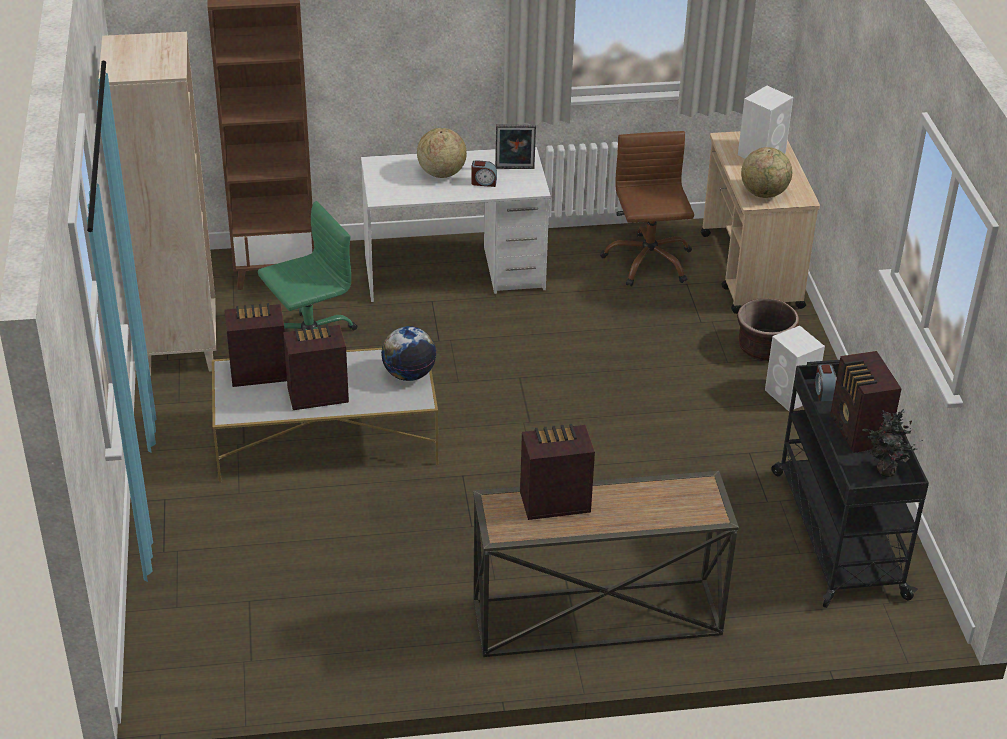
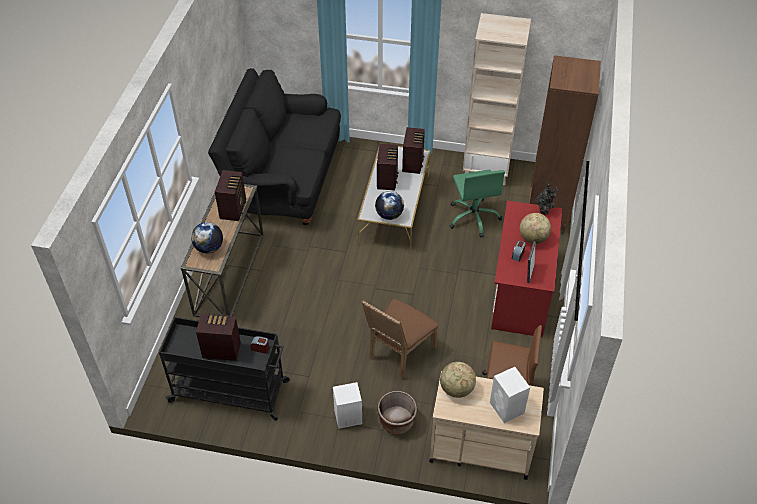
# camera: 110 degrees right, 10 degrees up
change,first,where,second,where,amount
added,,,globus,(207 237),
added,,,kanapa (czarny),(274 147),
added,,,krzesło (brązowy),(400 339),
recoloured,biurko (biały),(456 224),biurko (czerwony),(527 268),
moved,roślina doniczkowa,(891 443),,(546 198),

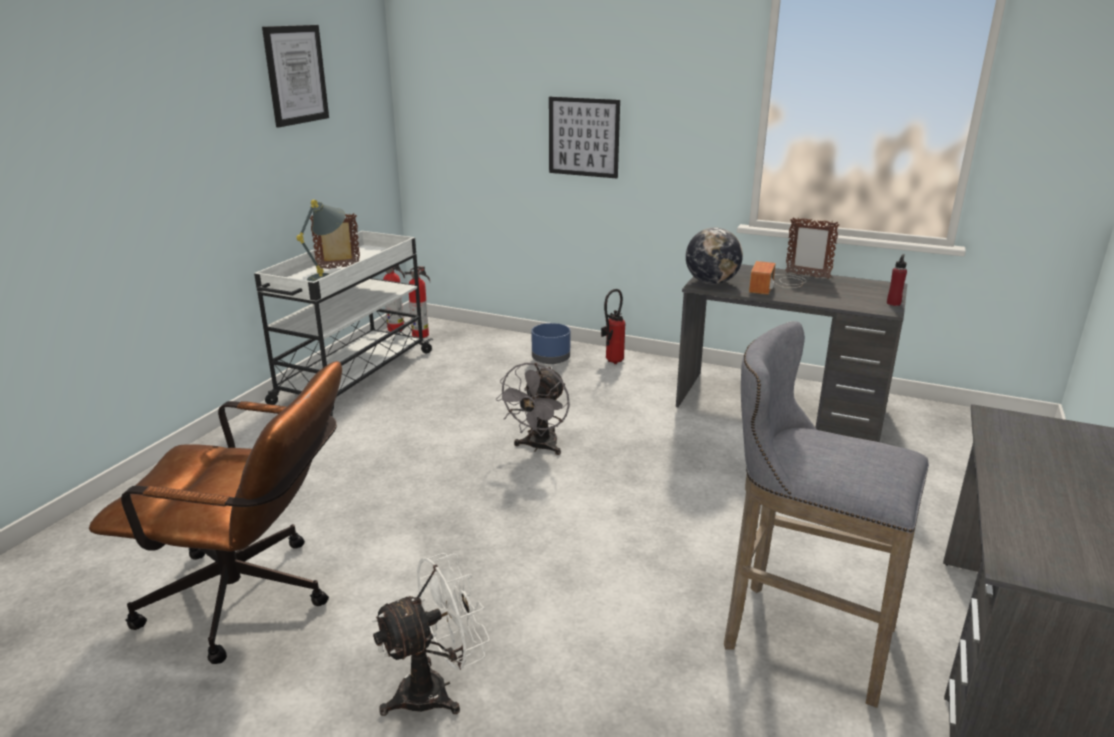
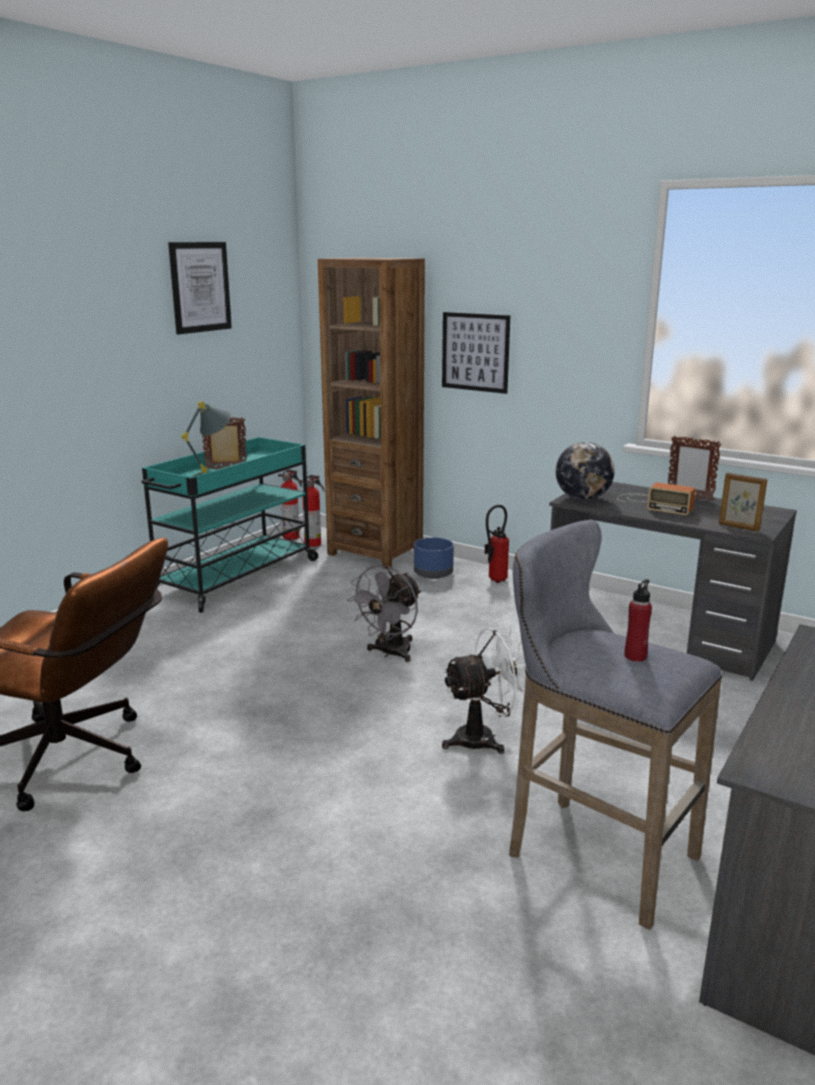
# camera: 10 degrees right, 5 degrees down
change,first,where,second,where,amount
recoloured,wózek (biały),(343 324),wózek (turkusowy),(231 525),
added,,,regał (brązowy),(371 413),
moved,wentylator (biały),(431 634),,(484 690),
turned,radio,(777 278),,(656 498),90 degrees counterclockwise
moved,butelka (czerwony),(897 280),,(638 620),
added,,,ramka na zdjęcie,(743 502),

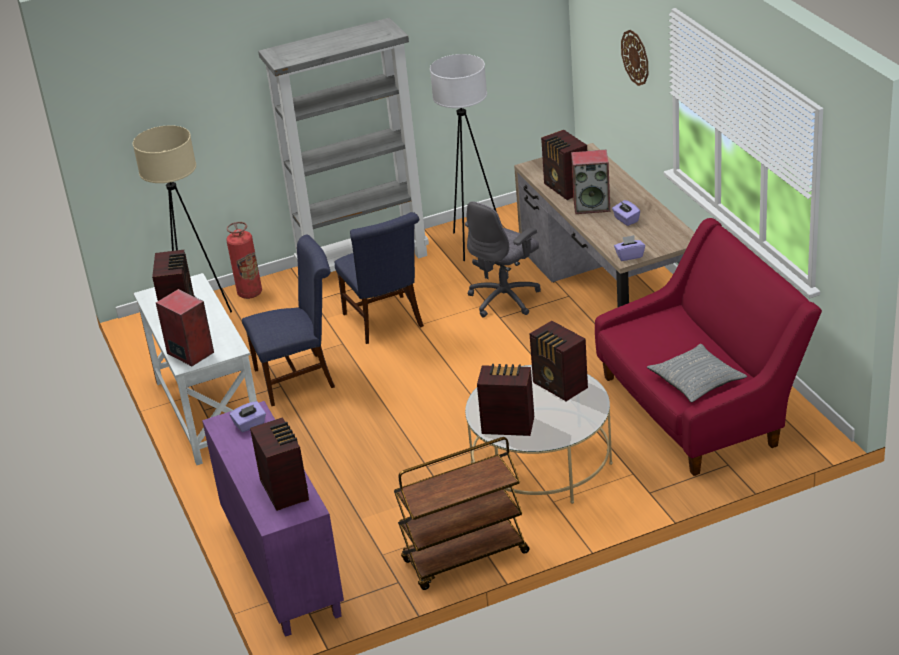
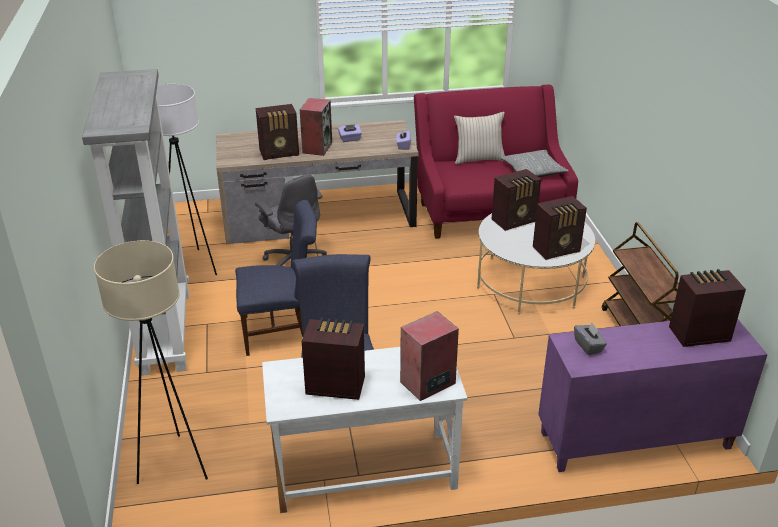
# camera: 80 degrees left, 0 degrees up
change,first,where,second,where,amount
added,,,poduszka (beżowy),(479 138),
turned,radio,(505 400),,(560 228),135 degrees counterclockwise
recoloured,pudełko chusteczek (fioletowy),(248 416),pudełko chusteczek (szary),(590 339),
removed,gaśnica,(244 260),,,
removed,zegar ścienny,(634 58),,,

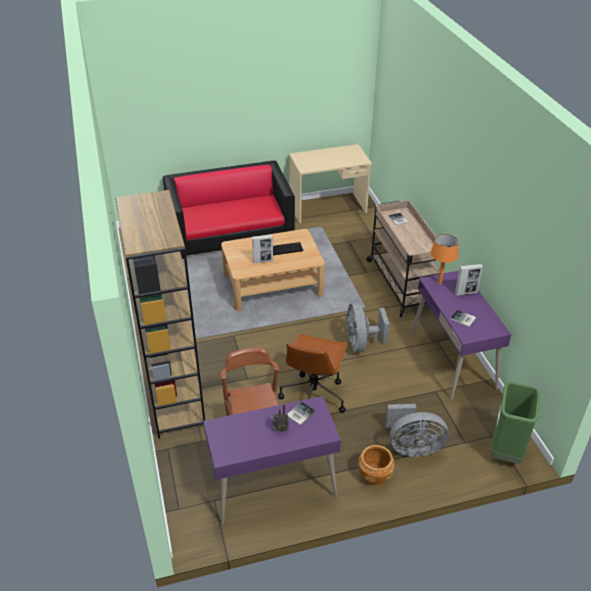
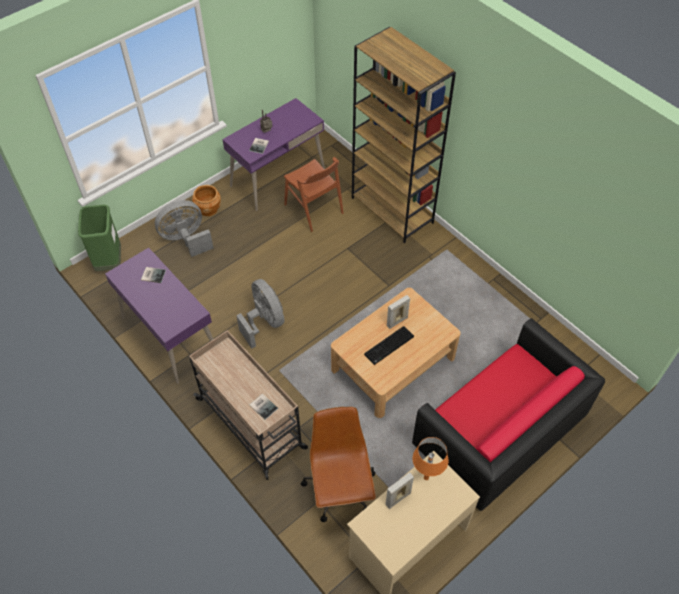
# camera: 155 degrees right, 15 degrees up
change,first,where,second,where,amount
moved,krzesło biurowe (brązowy),(313 373),,(338 464),
moved,ramka na zdjęcie,(469 280),,(400 490),
moved,lampa stołowa (pomarańczowy),(444 259),,(430 458),

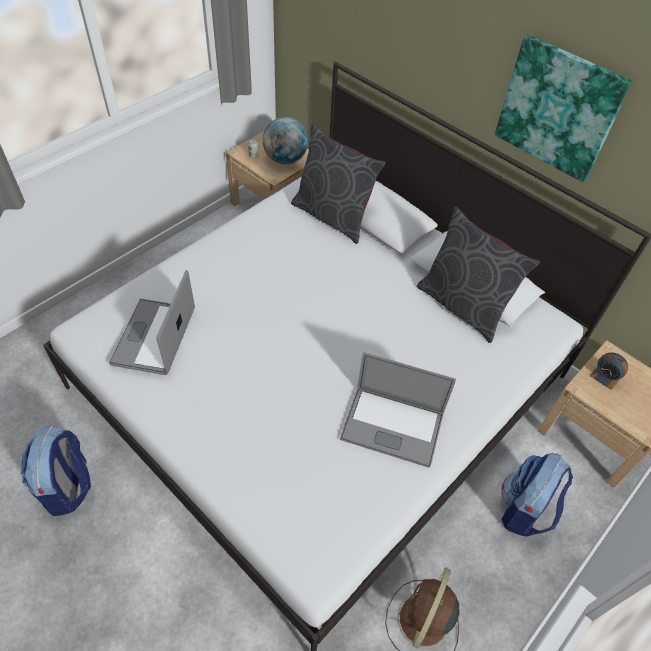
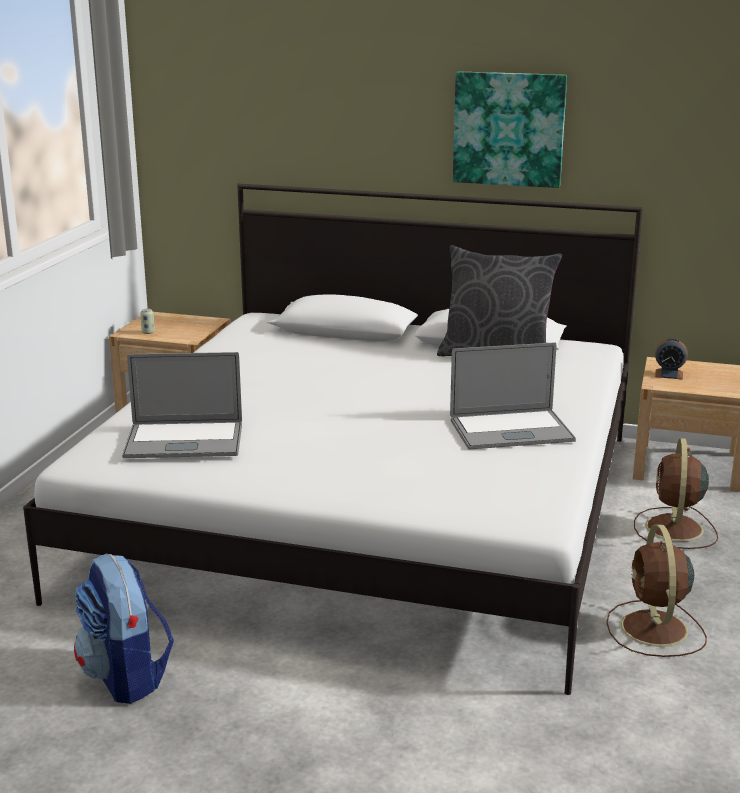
# camera: 25 degrees left, 30 degrees down
change,first,where,second,where,amount
turned,laptop,(152 322),,(182 405),75 degrees counterclockwise
replaced,plecak,(537 495),wentylator (brązowy),(676 493),
removed,globus,(285 141),,,
removed,poduszka (szary),(338 184),,,

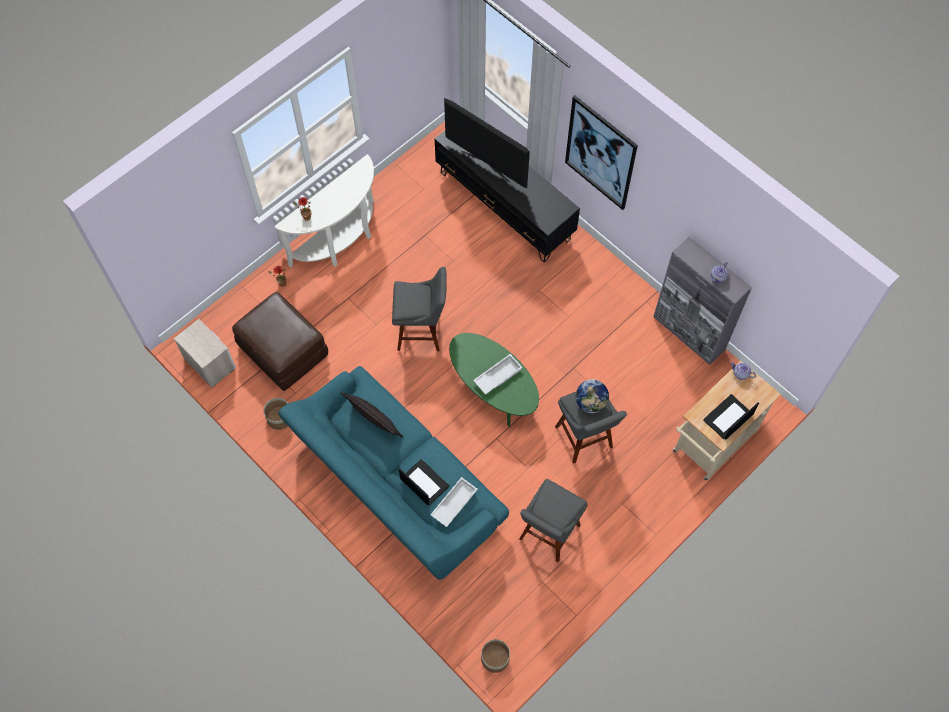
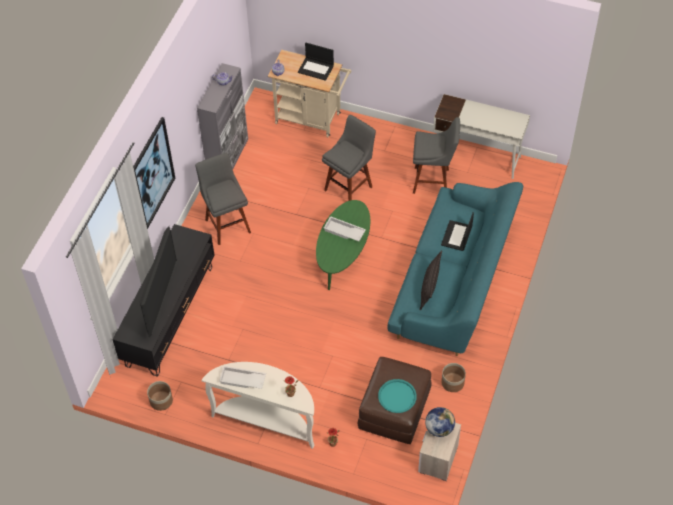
# camera: 115 degrees left, 10 degrees down
change,first,where,second,where,amount
moved,donica,(495 656),,(160 396),
moved,stołek (szary),(419 309),,(223 199),
moved,taca (biały),(453 502),,(242 377),
added,,,taca (turkusowy),(397 396),
moved,globus,(592 396),,(440 422),
added,,,biurko (biały),(481 136),

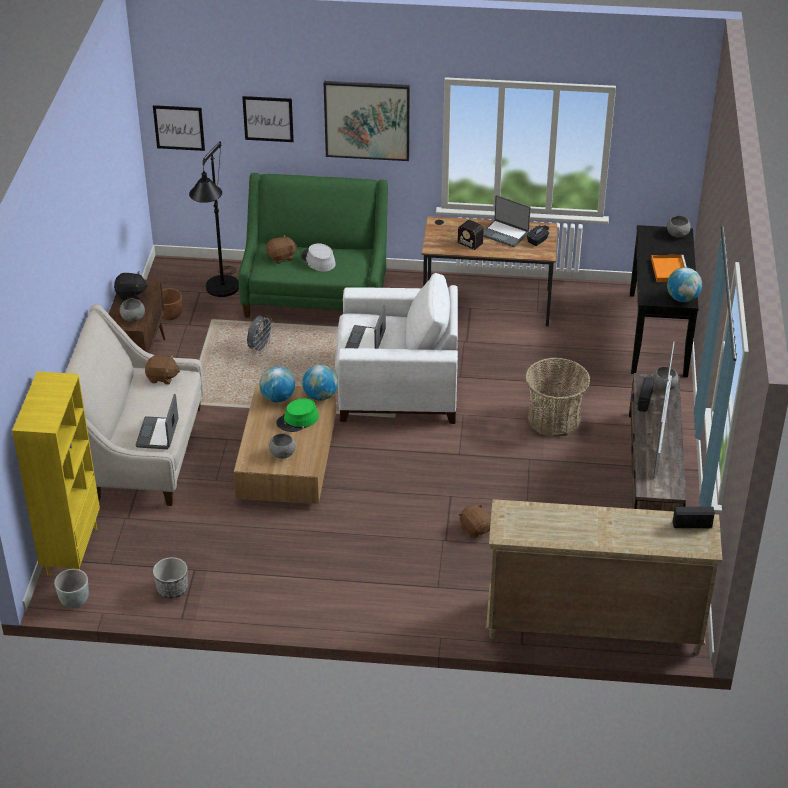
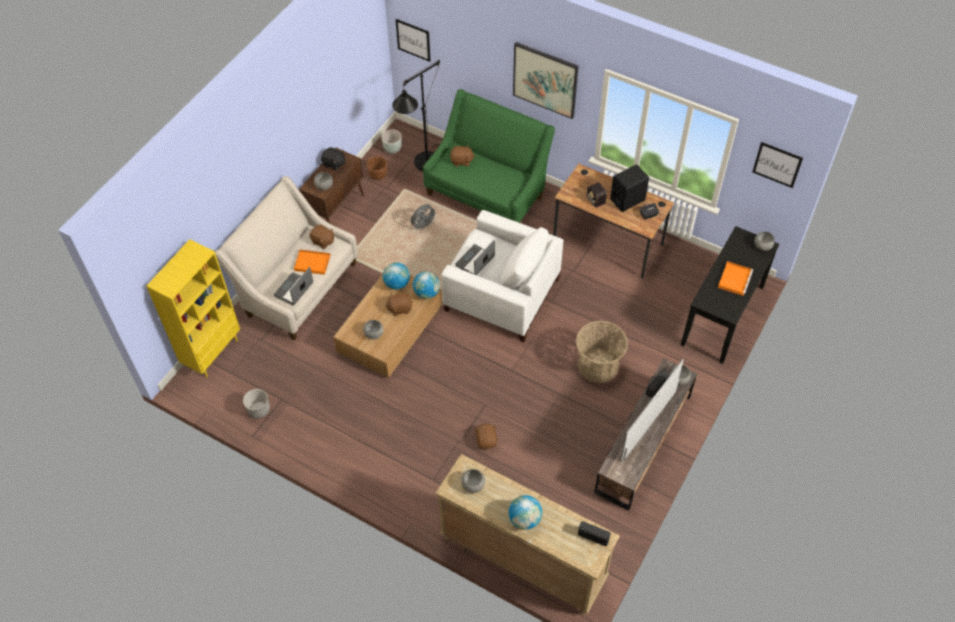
# camera: 25 degrees right, 15 degrees up
change,first,where,second,where,amount
added,,,taca (pomarańczowy),(312 261),
moved,donica (szary),(71 588),,(391 141),
replaced,kapelusz (zielony),(297 415),pluszak (brązowy),(398 304),
added,,,miska (szary),(473 481),
moved,globus,(684 284),,(525 512),
replaced,laptop,(507 221),głośnik (czarny),(629 188),
moved,obraz,(268 119),,(777 165),
removed,kapelusz (szary),(319 257),,,

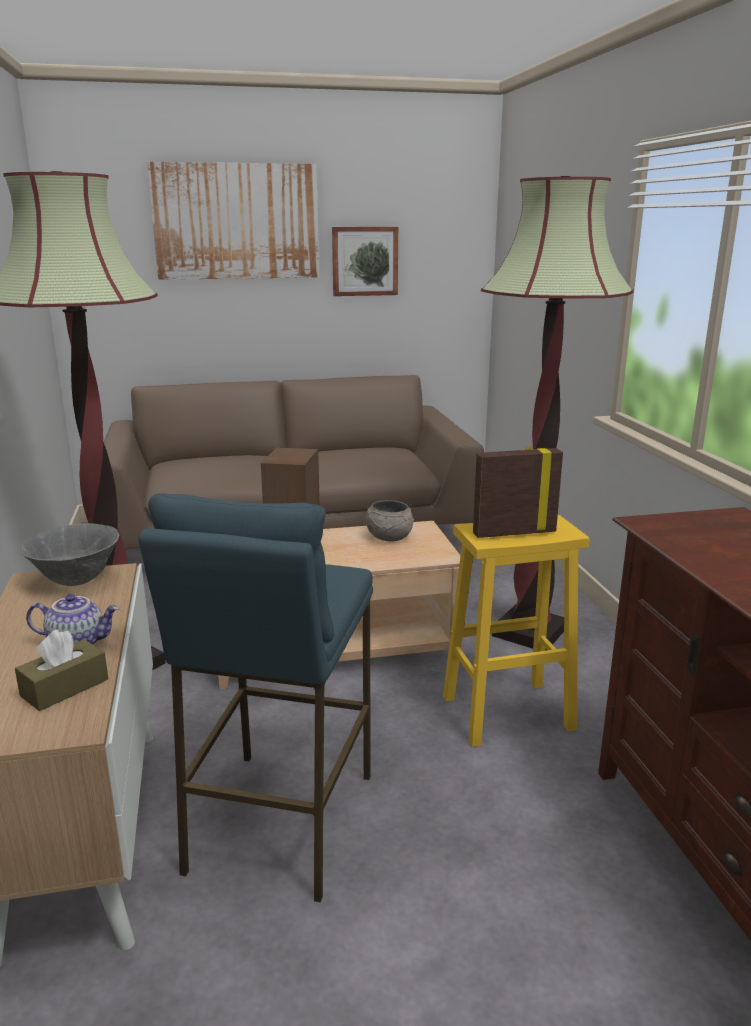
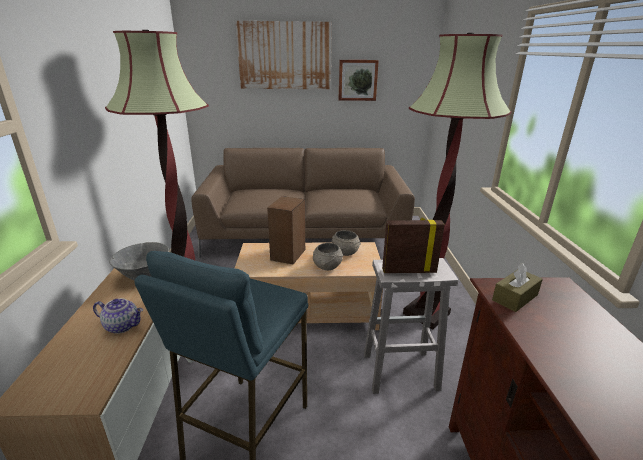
# camera: 10 degrees right, 5 degrees up
change,first,where,second,where,amount
added,,,miska (szary),(328 256),
recoloured,stołek (żółty),(516 631),stołek (biały),(411 326),
moved,pudełko chusteczek (brązowy),(61 670),,(517 287),

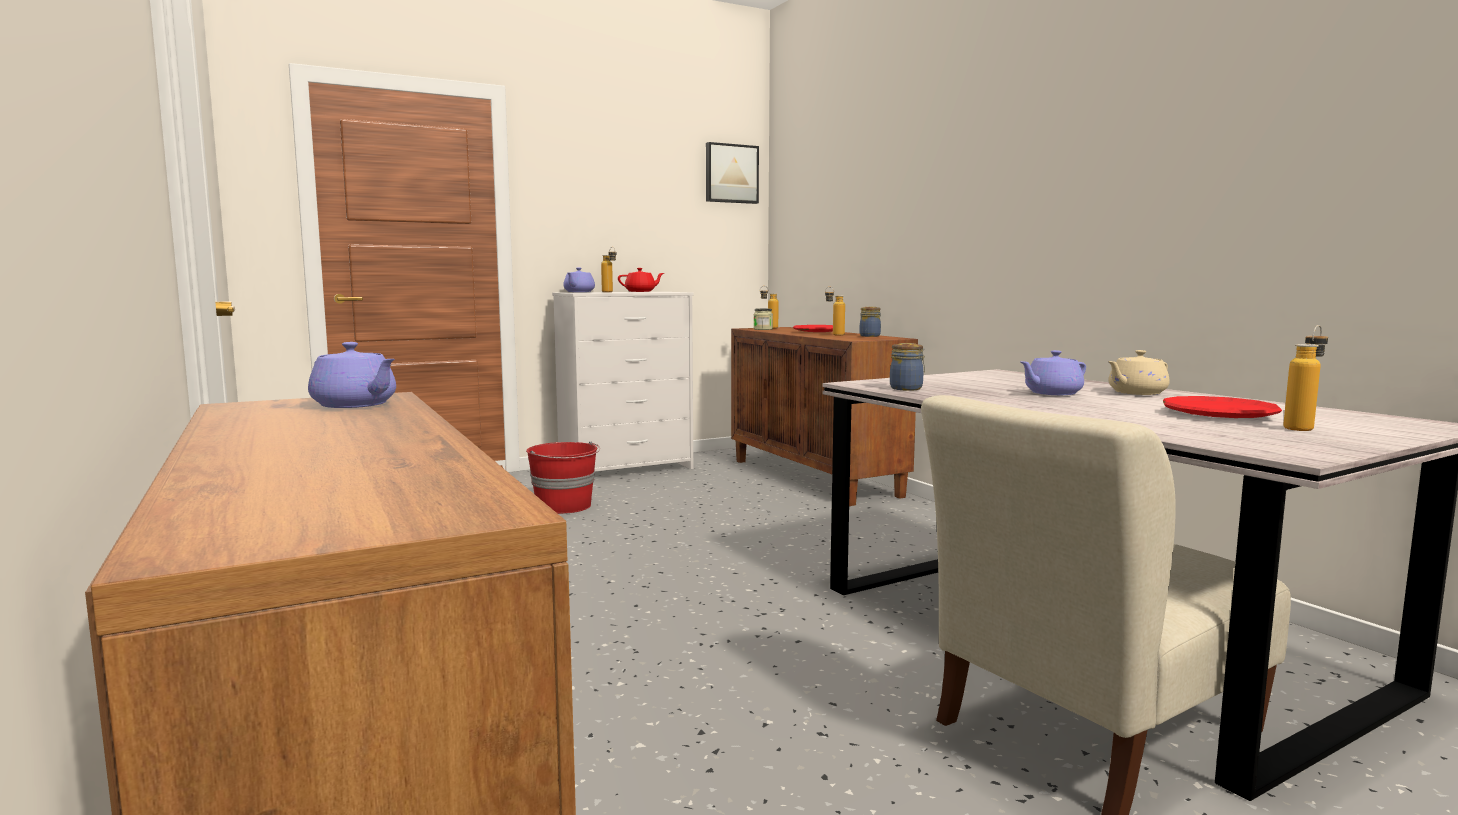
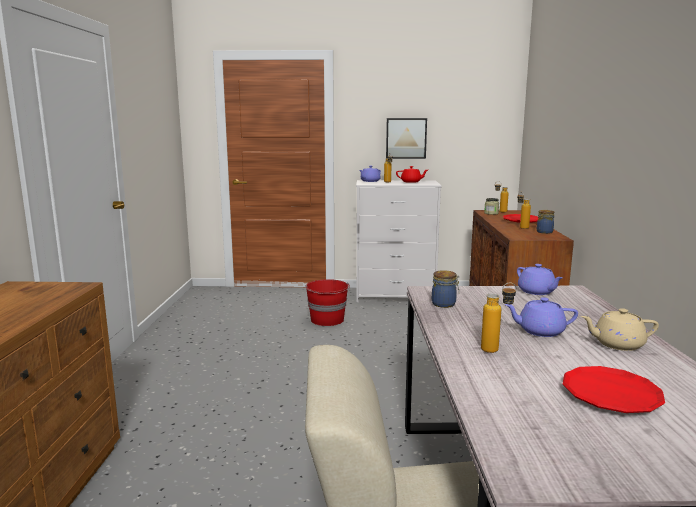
# camera: 30 degrees right, 5 degrees up
change,first,where,second,where,amount
moved,obraz,(732 173),,(406 138),
moved,butelka,(1305 378),,(499 317),
moved,imbryk (fioletowy),(352 375),,(540 279),

